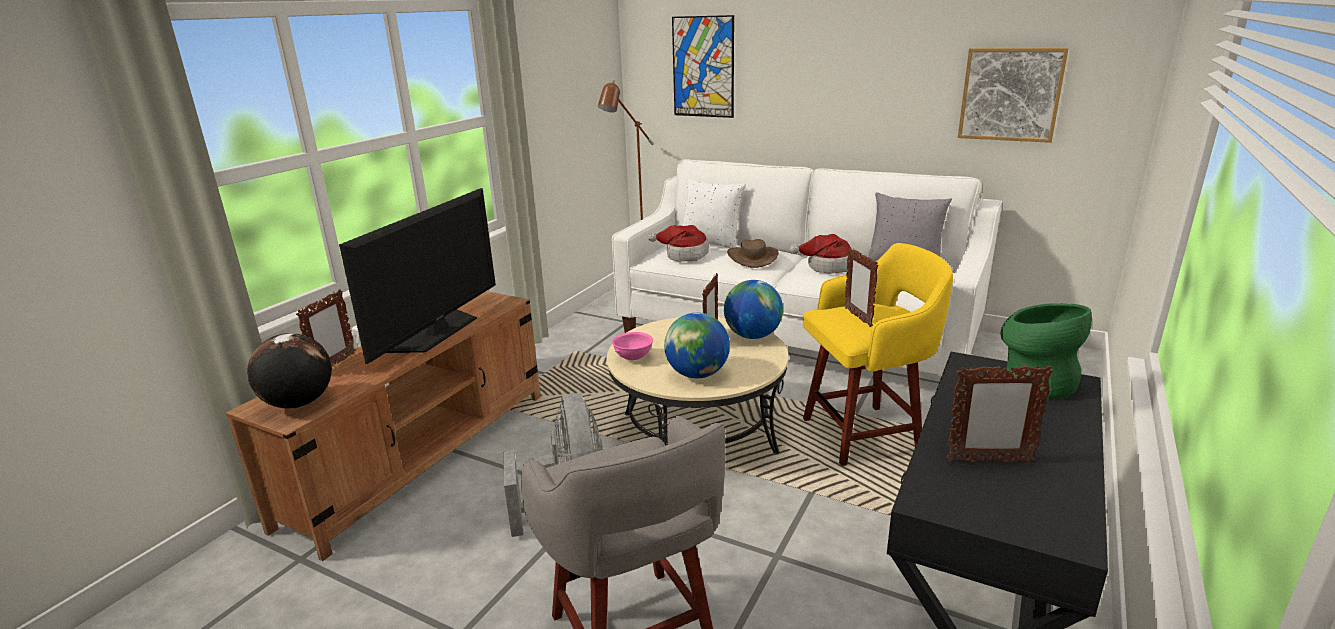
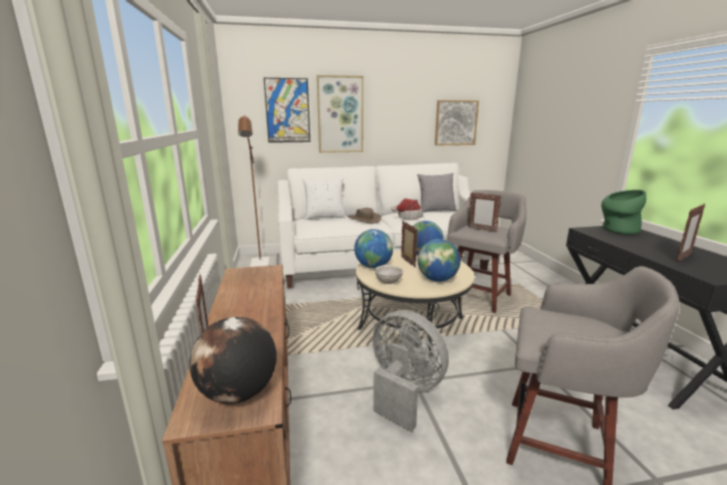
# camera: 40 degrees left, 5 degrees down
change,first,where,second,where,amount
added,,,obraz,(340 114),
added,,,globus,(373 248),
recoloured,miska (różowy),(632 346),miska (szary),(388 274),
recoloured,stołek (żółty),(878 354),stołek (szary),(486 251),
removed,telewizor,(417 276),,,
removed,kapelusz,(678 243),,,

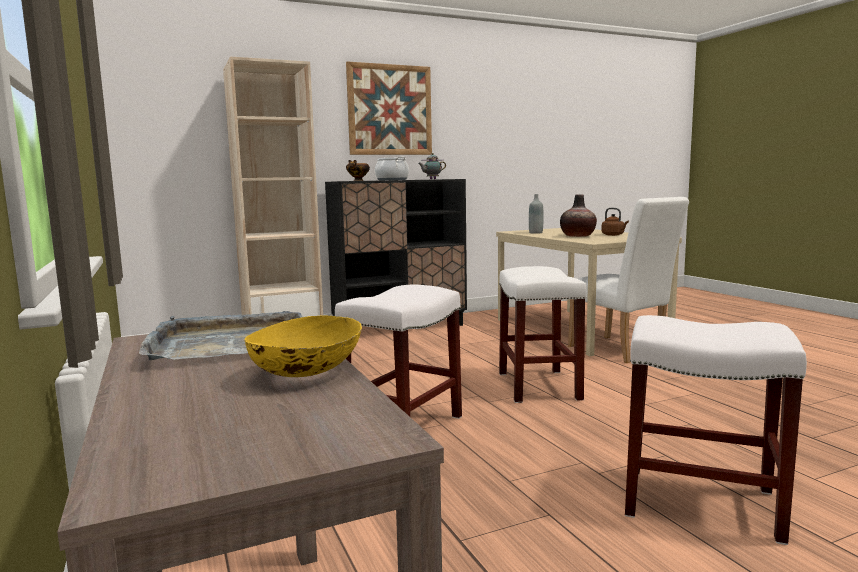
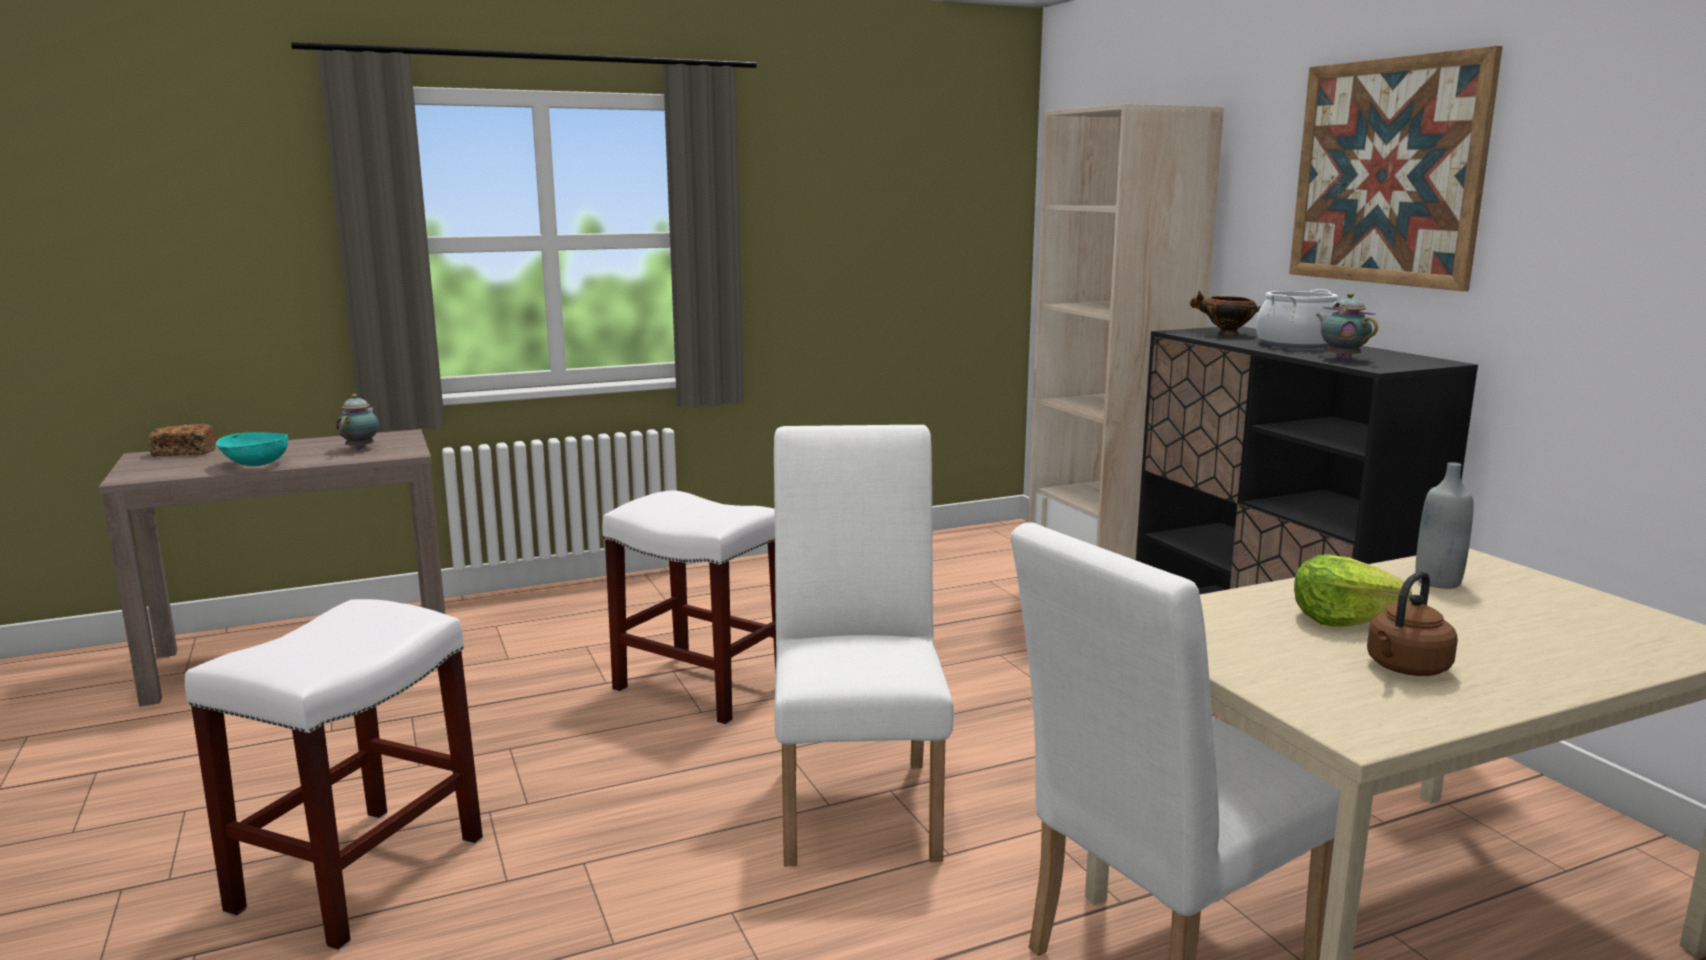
# camera: 90 degrees right, 5 degrees up
change,first,where,second,where,amount
added,,,chleb,(182 440),
recoloured,miska (żółty),(303 346),miska (turkusowy),(252 449),
replaced,taca (szary),(220 335),imbryk,(357 422),
replaced,stołek (biały),(543 334),krzesło (biały),(864 645),
replaced,wazon,(578 215),sałata,(1353 590),

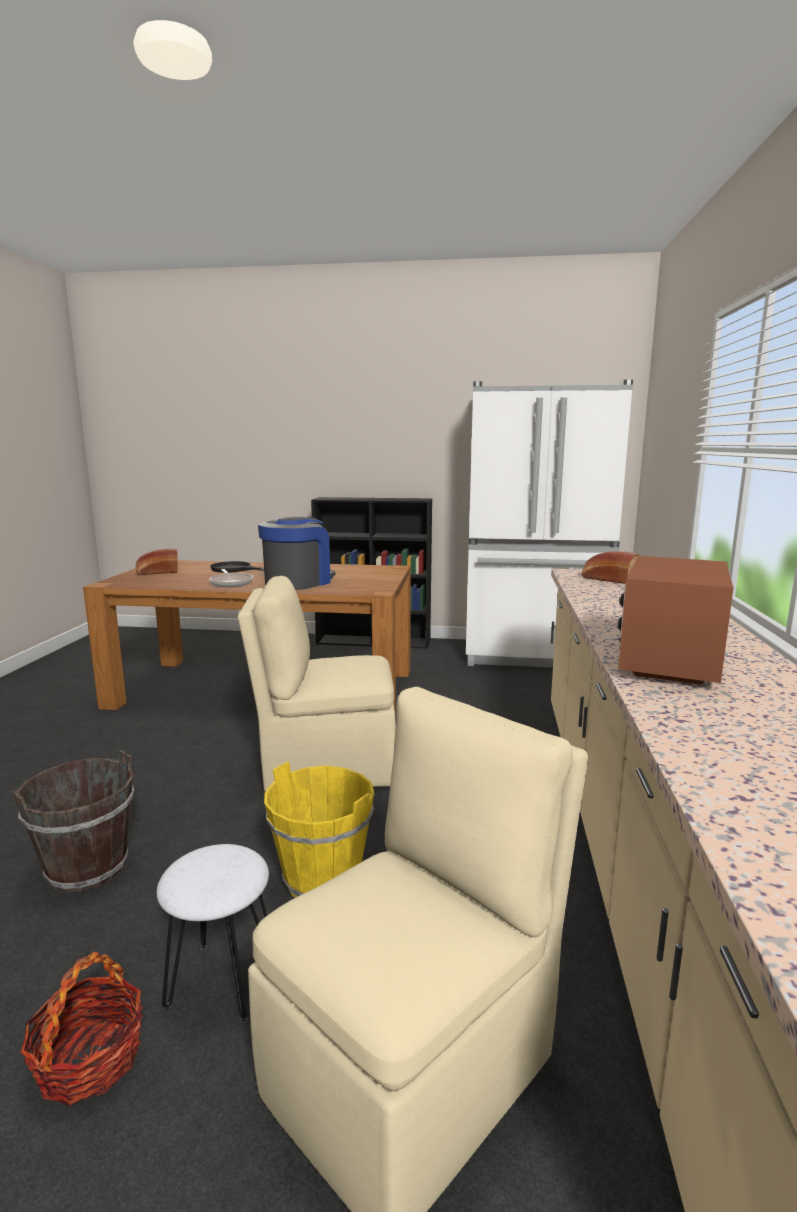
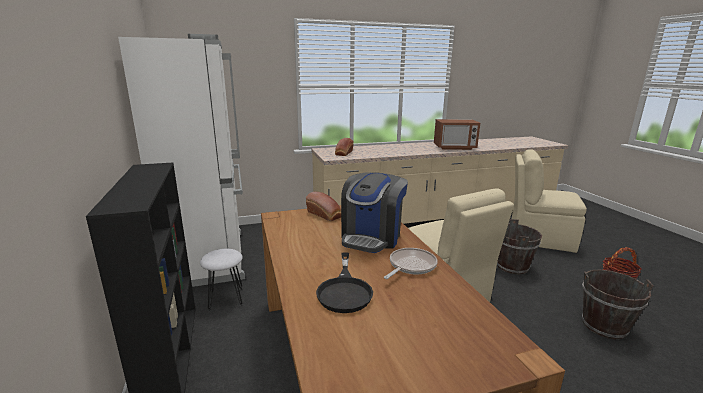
# camera: 115 degrees left, 5 degrees up
change,first,where,second,where,amount
moved,stołek (biały),(213 934),,(221 280),
moved,chleb,(156 561),,(323 206),
turned,ekspres do kawy,(296 553),,(374 212),75 degrees counterclockwise
recoloured,wiadro (żółty),(319 829),wiadro (brązowy),(519 246),

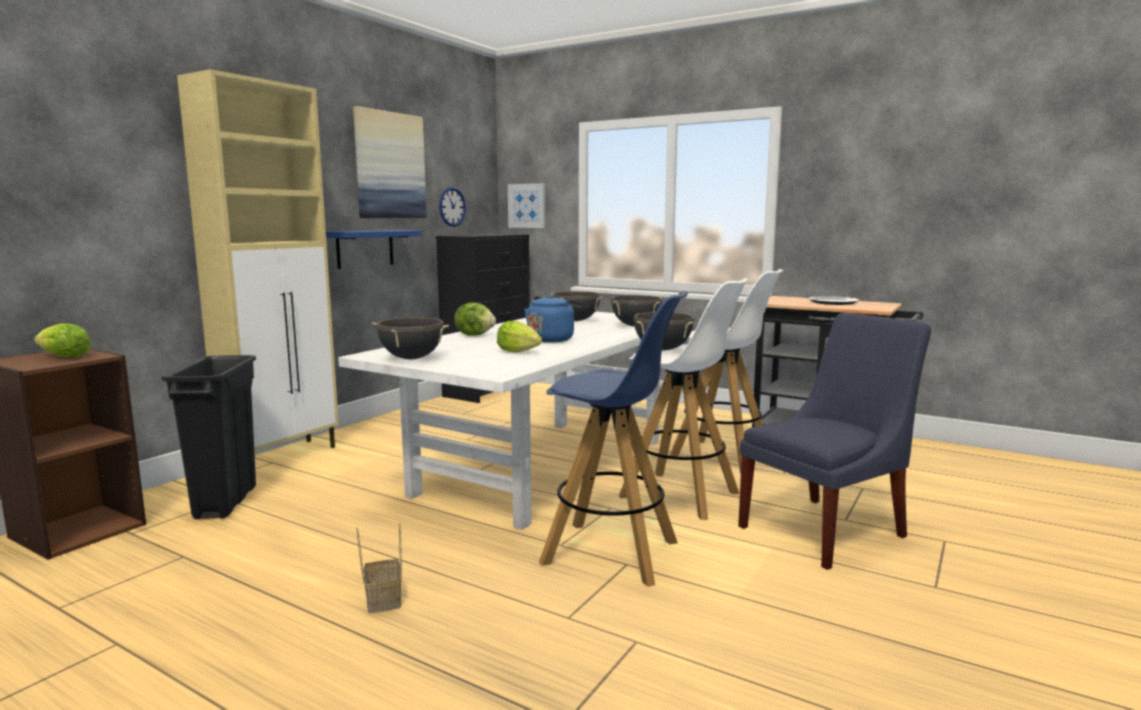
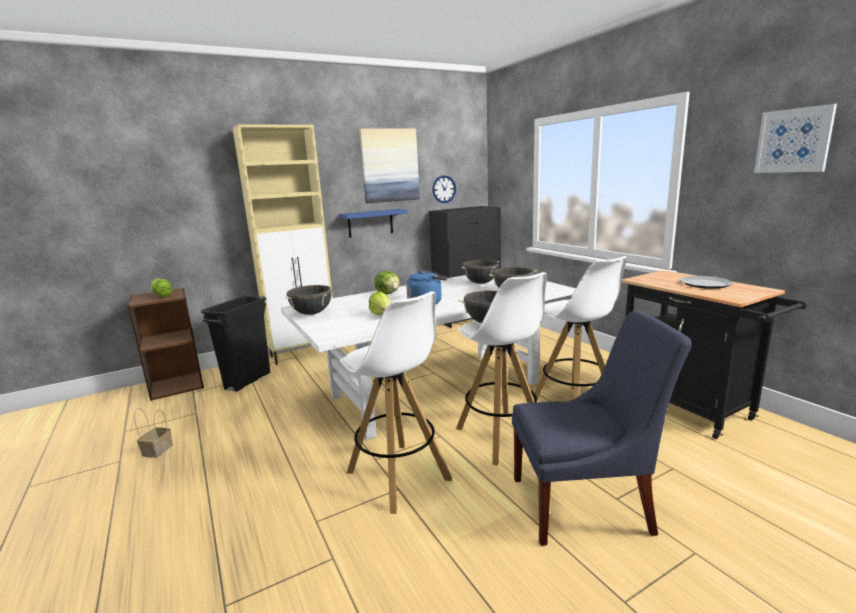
# camera: 30 degrees right, 5 degrees up
change,first,where,second,where,amount
moved,koszyk,(379 567),,(153 433),
recoloured,stołek (niebieski),(613 439),stołek (biały),(396 402),
moved,obraz,(526 205),,(795 138),

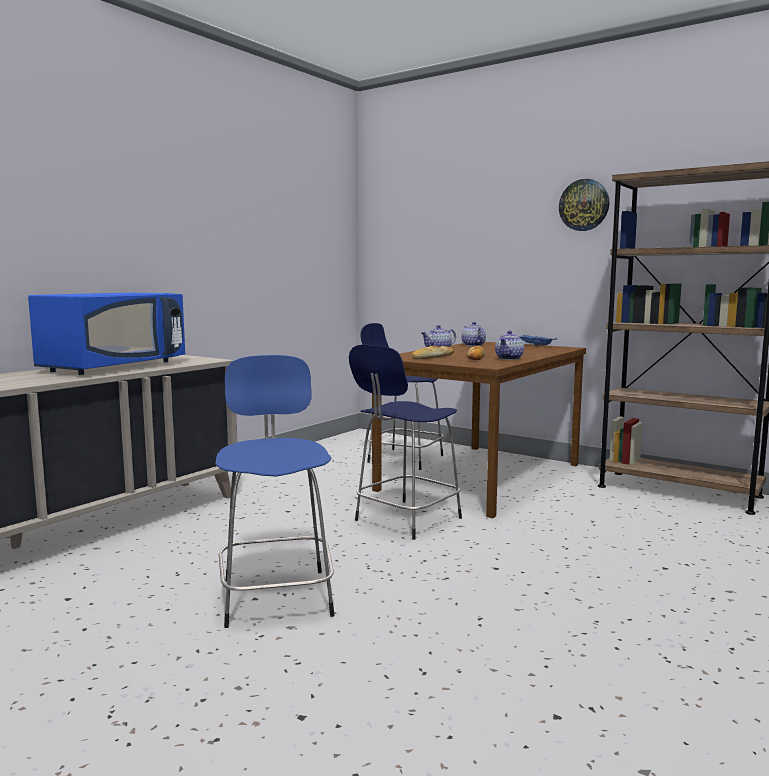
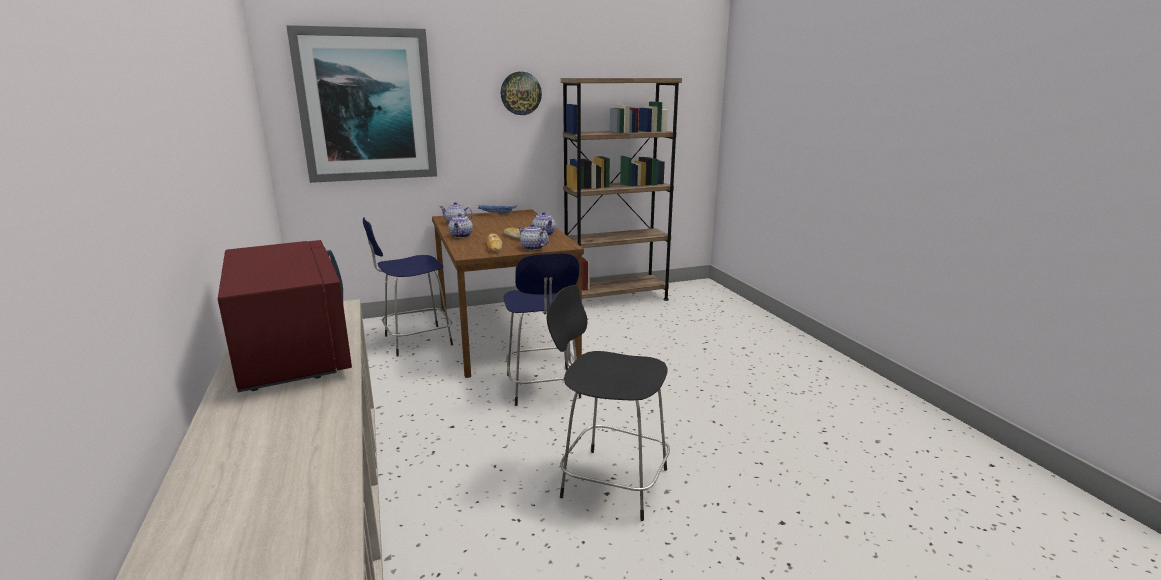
# camera: 55 degrees left, 10 degrees up
change,first,where,second,where,amount
recoloured,mikrofalówka (niebieski),(106 334),mikrofalówka (czerwony),(285 316),
added,,,obraz,(361 104),
added,,,imbryk,(533 237),
recoloured,stołek (niebieski),(274 491),stołek (czarny),(608 403),

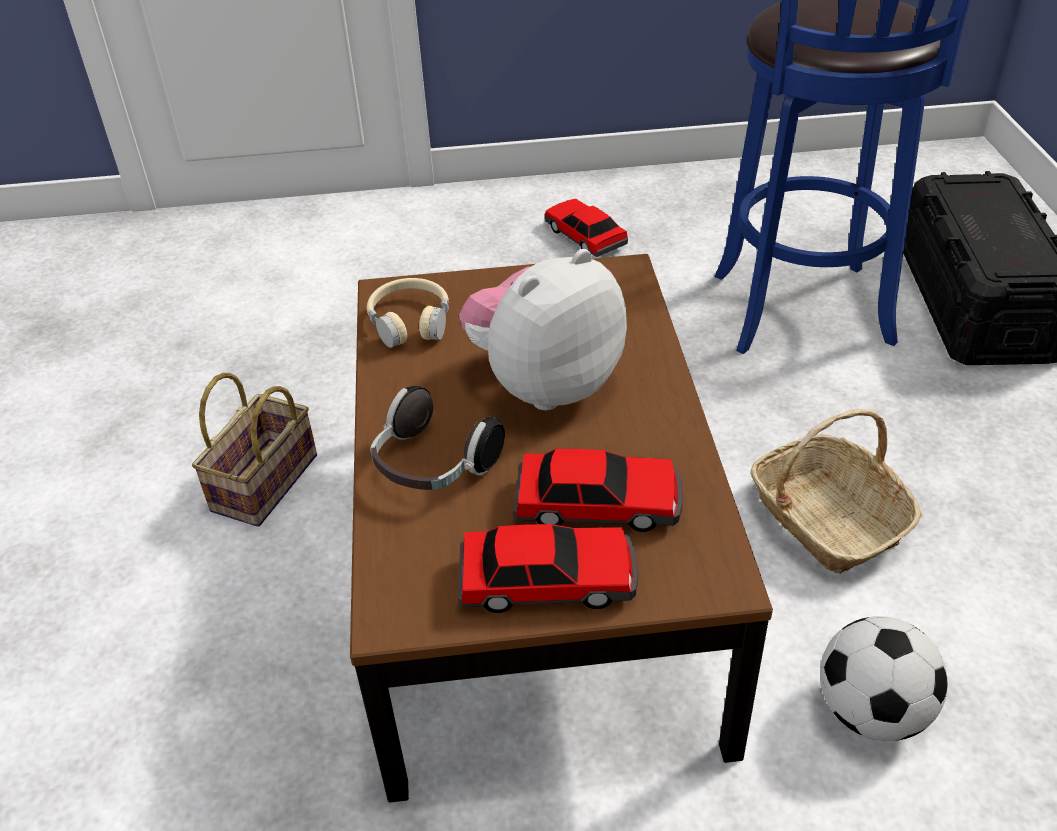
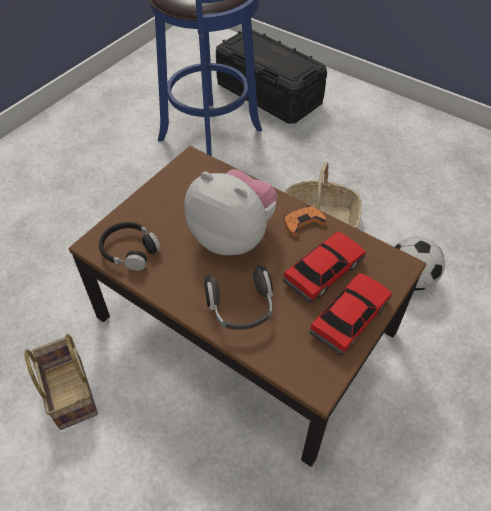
# camera: 50 degrees left, 10 degrees up
change,first,where,second,where,amount
recoloured,słuchawki (beżowy),(408 313),słuchawki (czarny),(130 246),
turned,pluszak,(543 329),,(231 212),120 degrees clockwise
added,,,pad do gier (pomarańczowy),(305 221),
removed,samochodzik,(586 228),,,

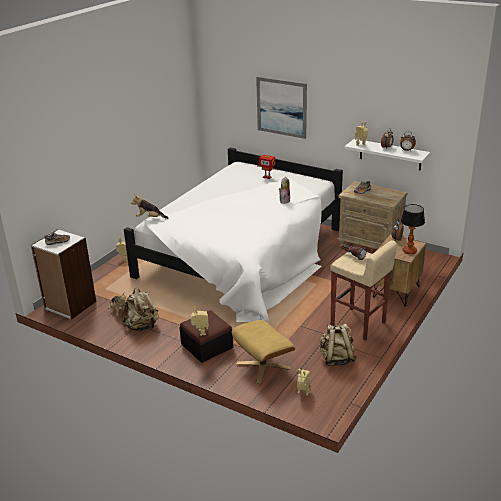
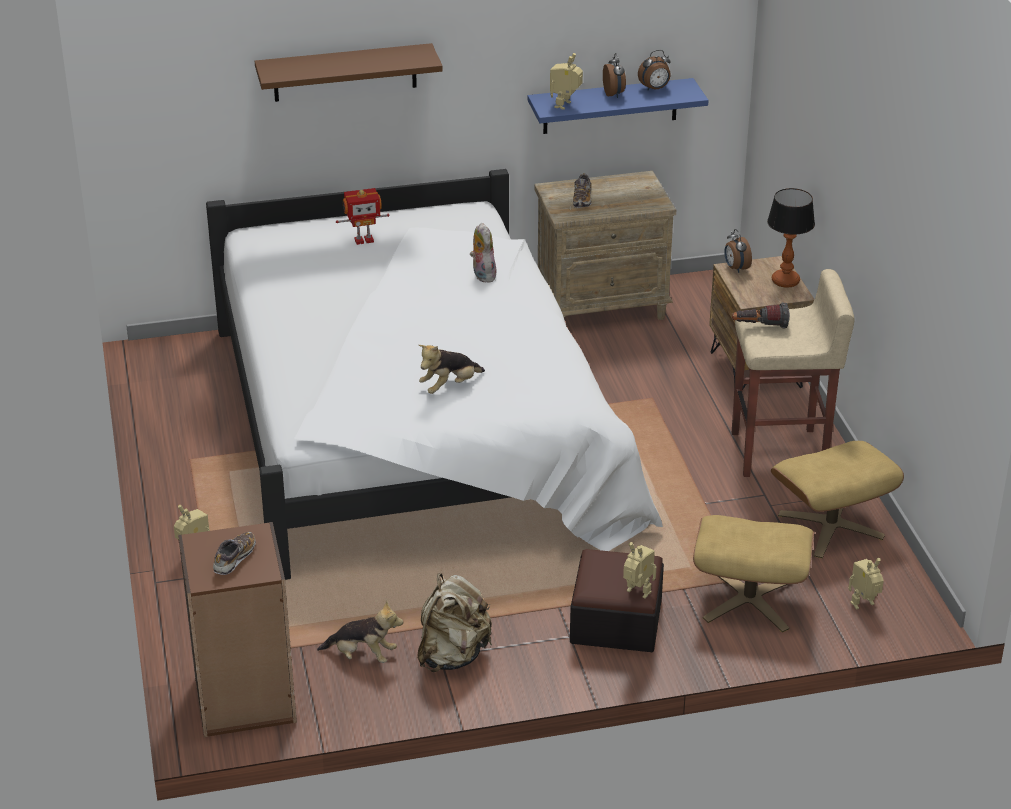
# camera: 45 degrees left, 5 degrees up
change,first,where,second,where,amount
recoloured,regał (biały),(63 274),regał (brązowy),(237 629),
replaced,obraz,(281 108),półka (brązowy),(349 72),
moved,pluszak,(149 206),,(452 369),
recoloured,półka (biały),(387 155),półka (niebieski),(618 106),
replaced,plecak (beżowy),(338 345),pufa (beżowy),(837 499),

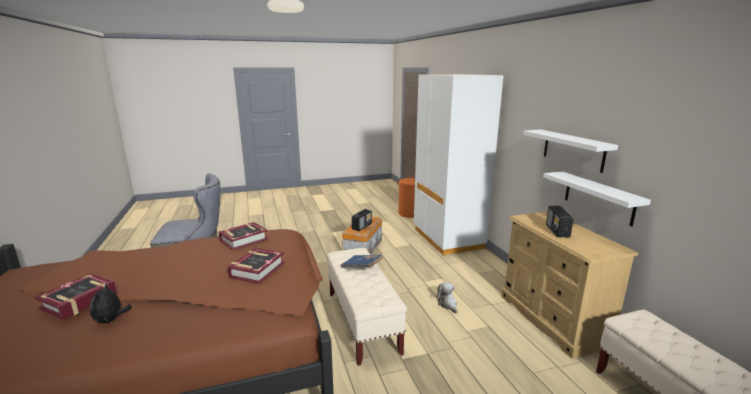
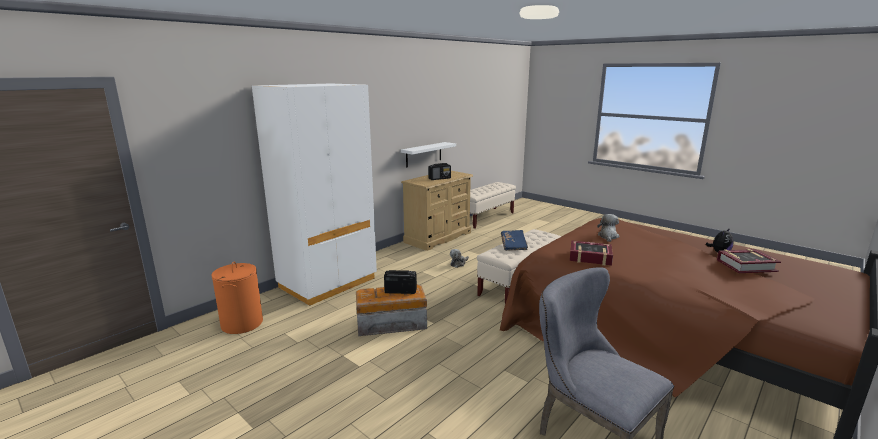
# camera: 120 degrees left, 0 degrees up
change,first,where,second,where,amount
replaced,książka,(256 266),pluszak,(608 228),
removed,półka (biały),(570 151),,,

